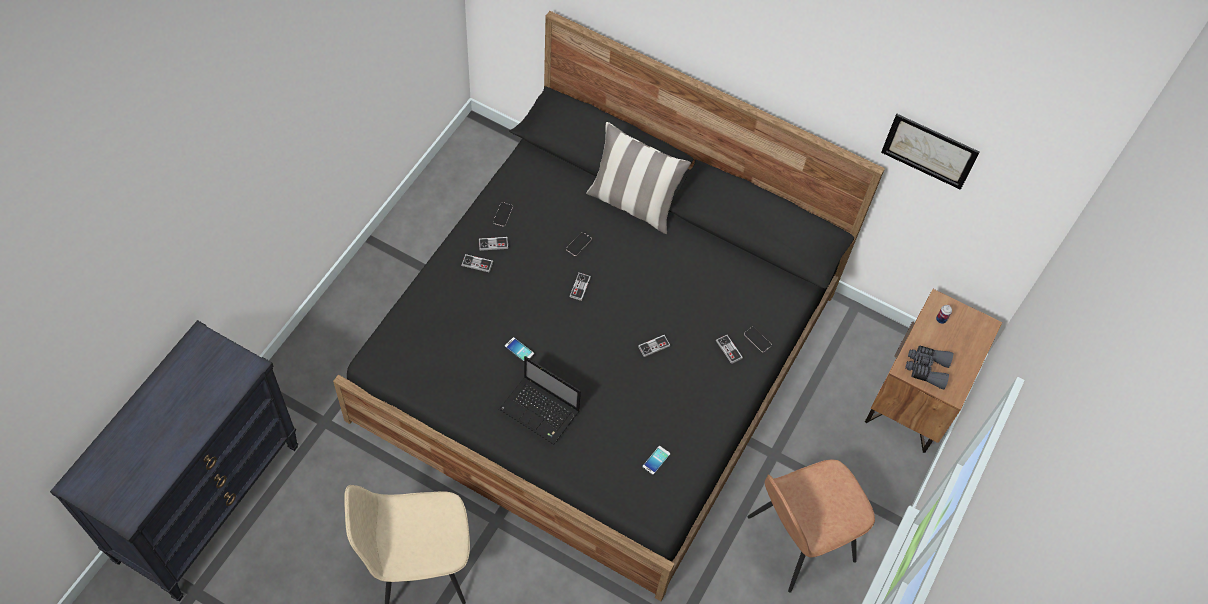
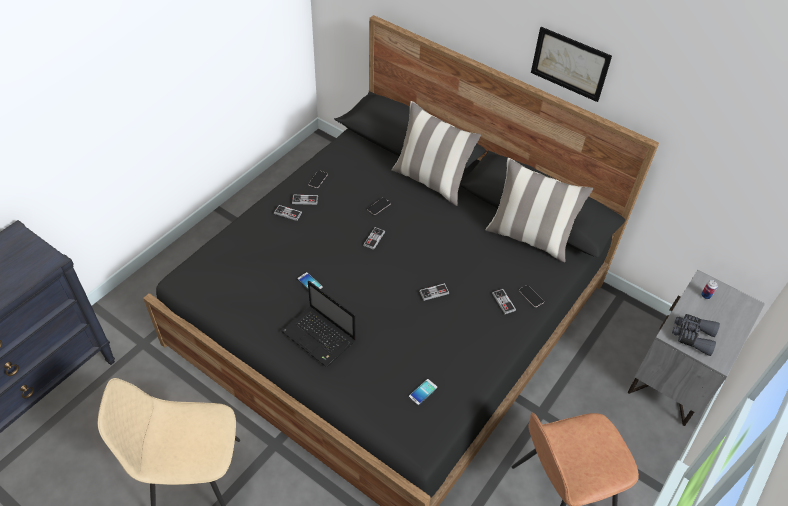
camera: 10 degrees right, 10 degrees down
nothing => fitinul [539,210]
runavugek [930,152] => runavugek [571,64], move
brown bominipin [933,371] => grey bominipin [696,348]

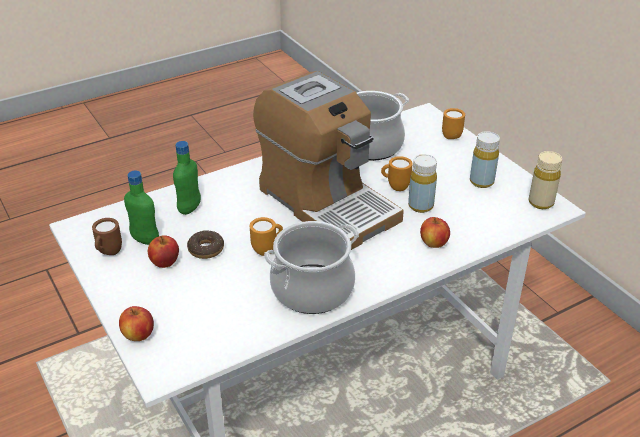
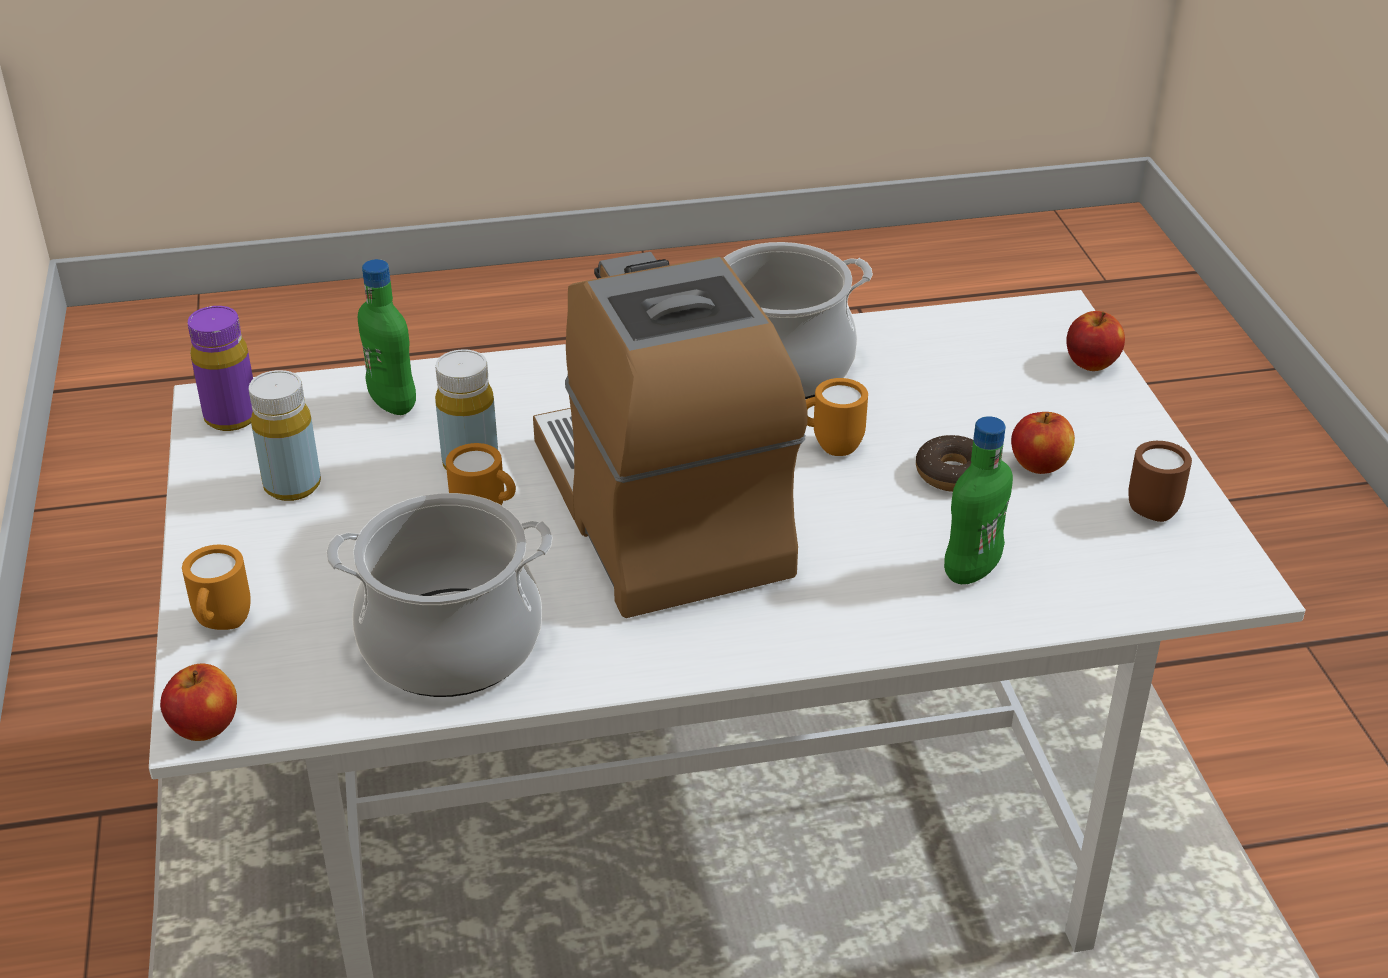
camera: 160 degrees left, 0 degrees up
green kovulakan [141,208] => green kovulakan [387,337], move
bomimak [435,232] => bomimak [198,702], move
beige kovulakan [545,180] => purple kovulakan [220,368]

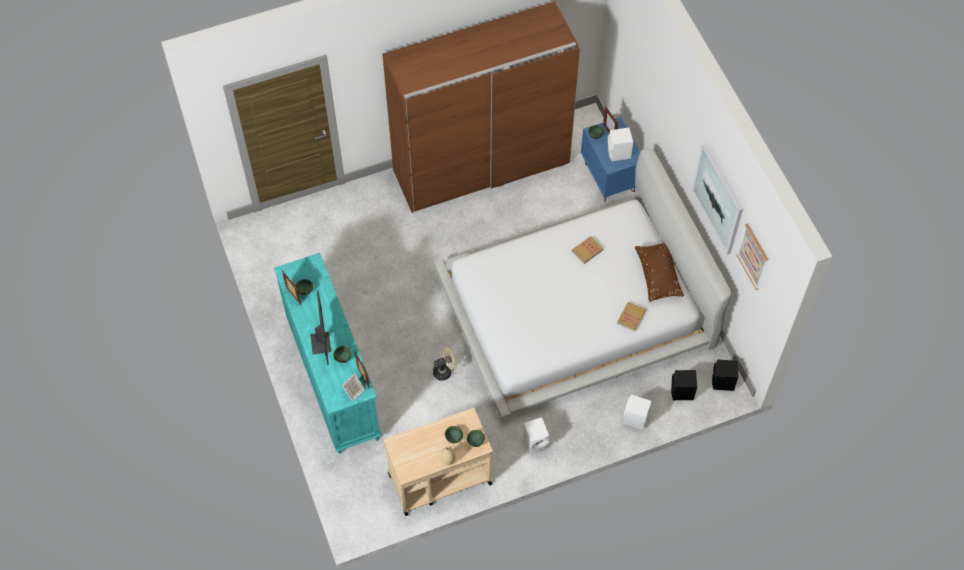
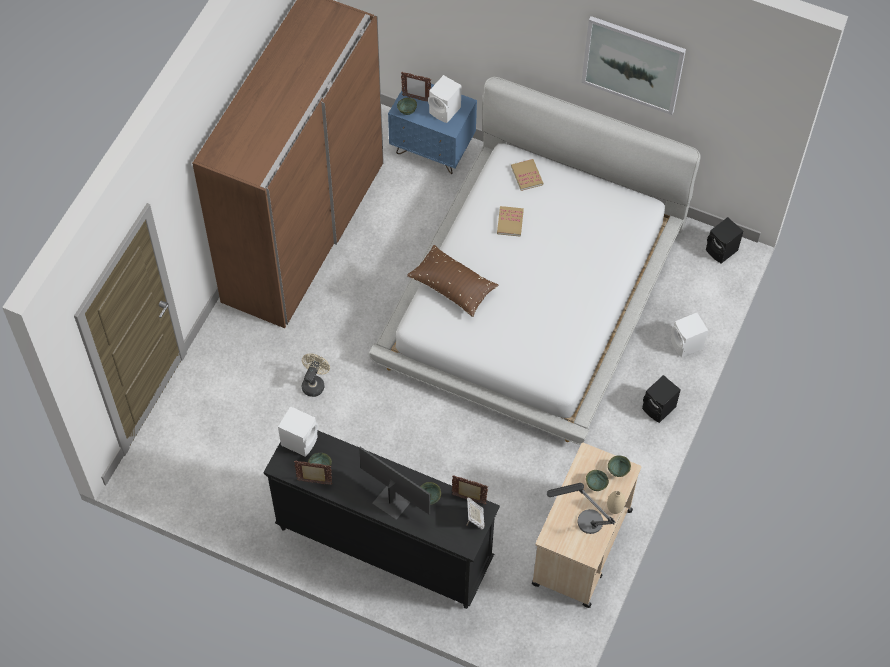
camera: 45 degrees left, 0 degrees up
runavugek [752,256] => nothing
nothing => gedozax [581,508]
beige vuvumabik [445,364] => beige vuvumabik [316,375], move
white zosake [536,435] => white zosake [298,431], move
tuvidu [631,316] => tuvidu [527,175], move
brown fitinul [659,272] => brown fitinul [452,281], move
black zosake [684,385] => black zosake [661,399], move
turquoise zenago [328,353] => black zenago [382,520]

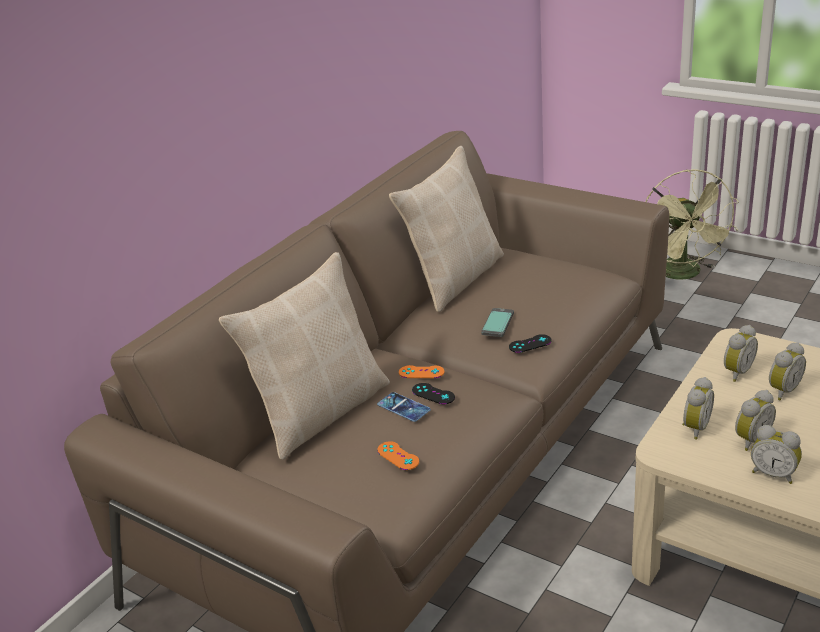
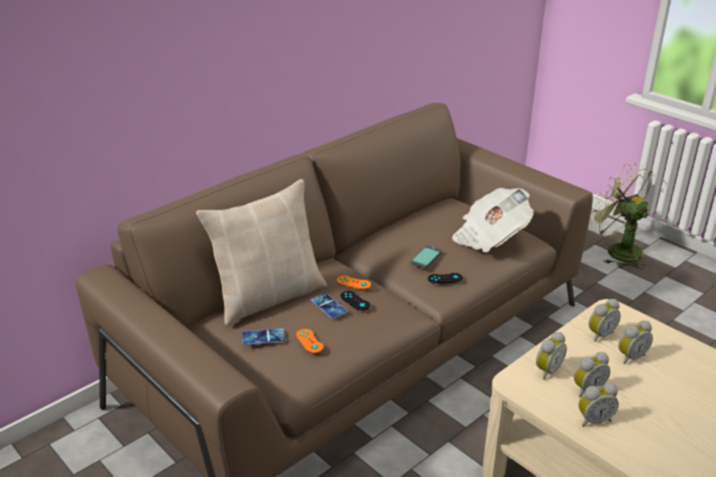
camera: 10 degrees right, 0 degrees up
beige fitinul [446,229] => nothing
nothing => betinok [263,336]
nothing => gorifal [492,220]
green vuvumabik [692,224] => green vuvumabik [621,216], 135 degrees clockwise
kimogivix [776,454] => kimogivix [598,405], 60 degrees counterclockwise

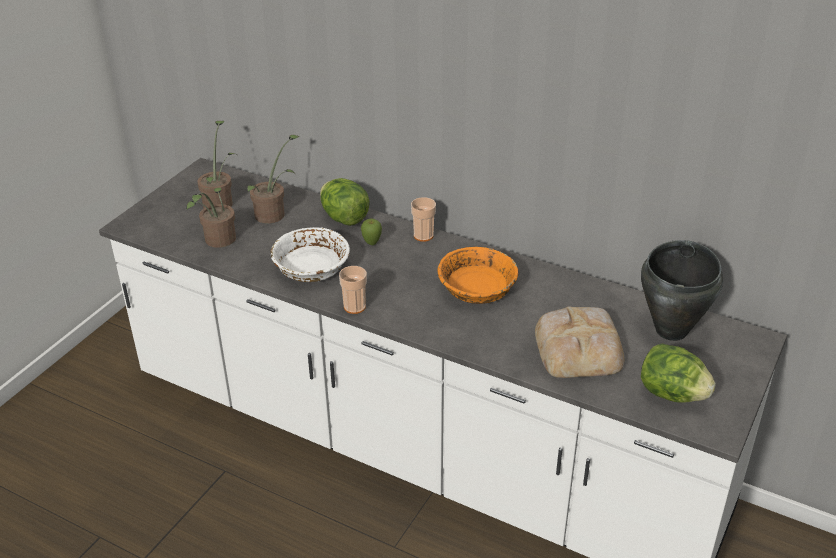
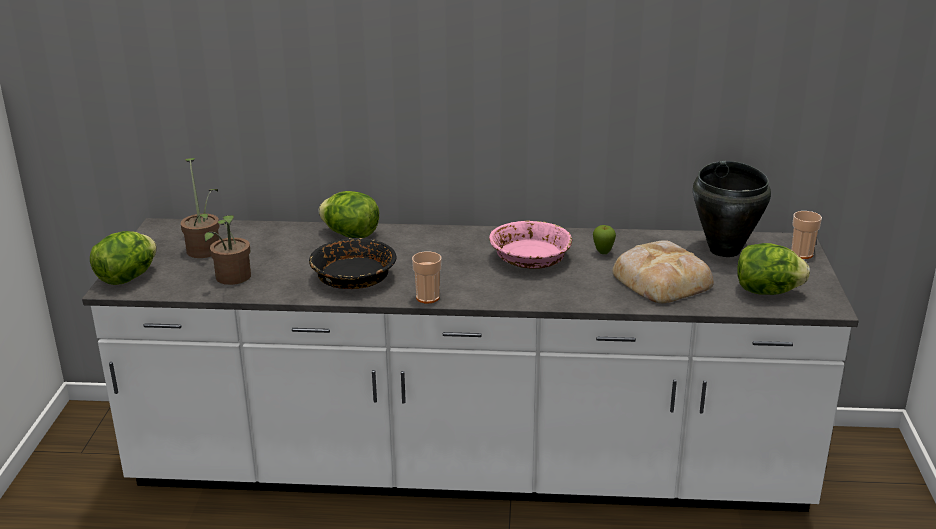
camera: 25 degrees left, 10 degrees down
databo [273,179] => nothing
nothing => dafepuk [123,258]
bomimak [371,231] => bomimak [604,239], move
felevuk [423,219] => felevuk [806,235], move
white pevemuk [310,254] => black pevemuk [352,263]
orange pevemuk [478,275] => pink pevemuk [530,244]

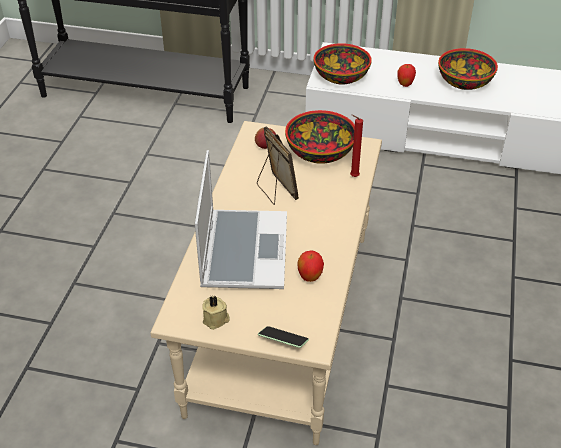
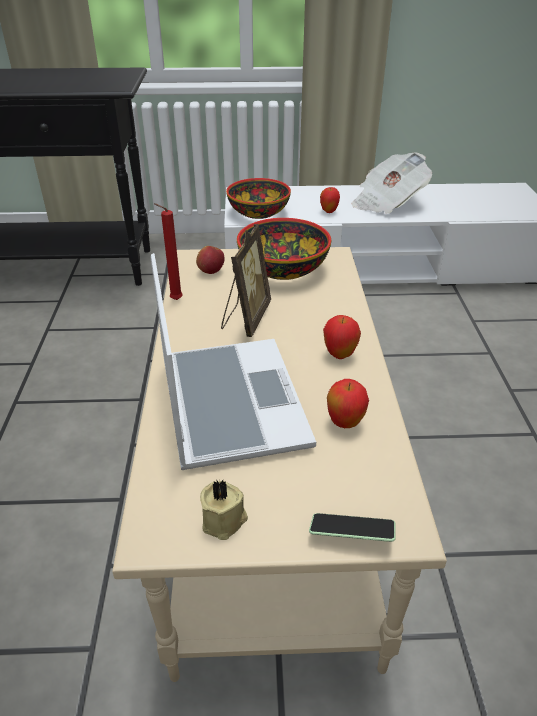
camera: 15 degrees left, 5 degrees down
nothing => bomimak [342,337]
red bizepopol [356,146] => red bizepopol [168,251], move
pevemuk [468,69] => gorifal [392,183]
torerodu [278,165] => torerodu [246,280], 60 degrees clockwise

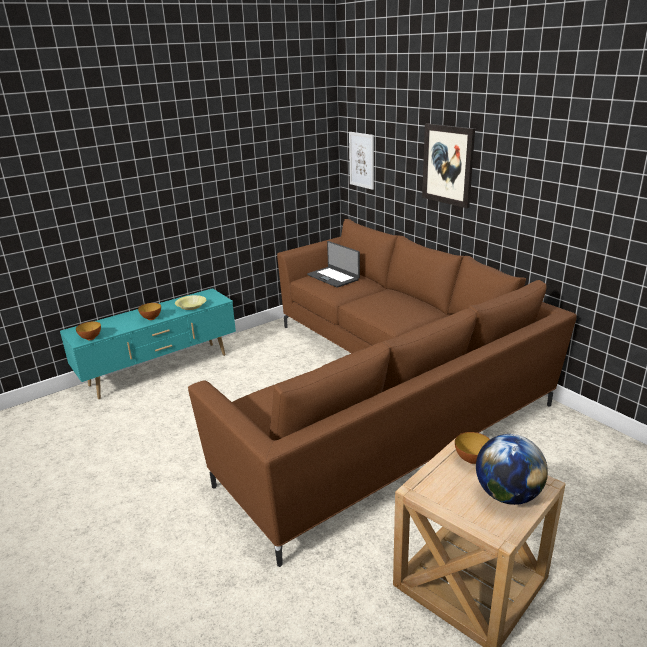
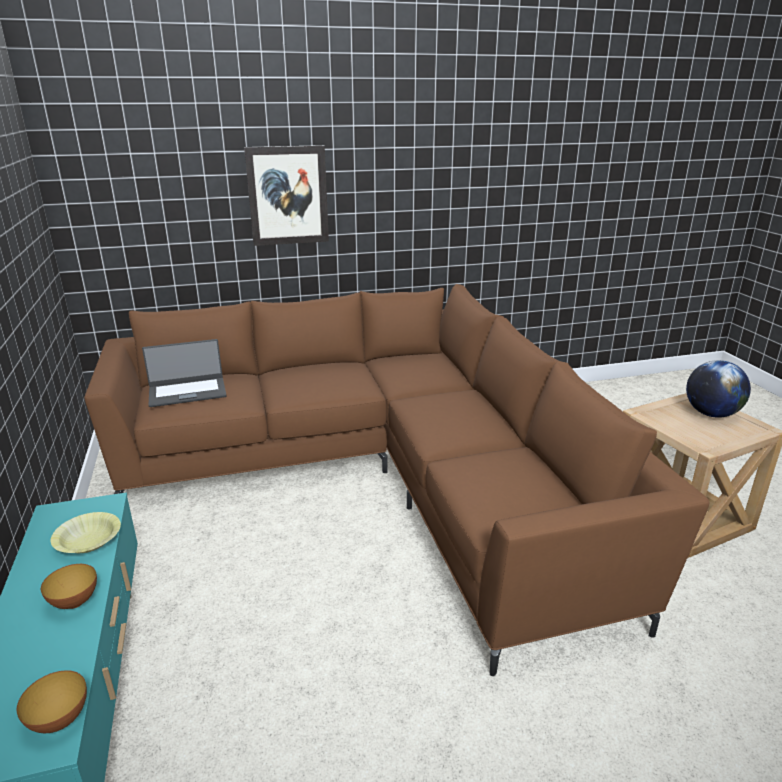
camera: 70 degrees left, 0 degrees up
runavugek [361,161] => nothing
pevemuk [472,448] => nothing

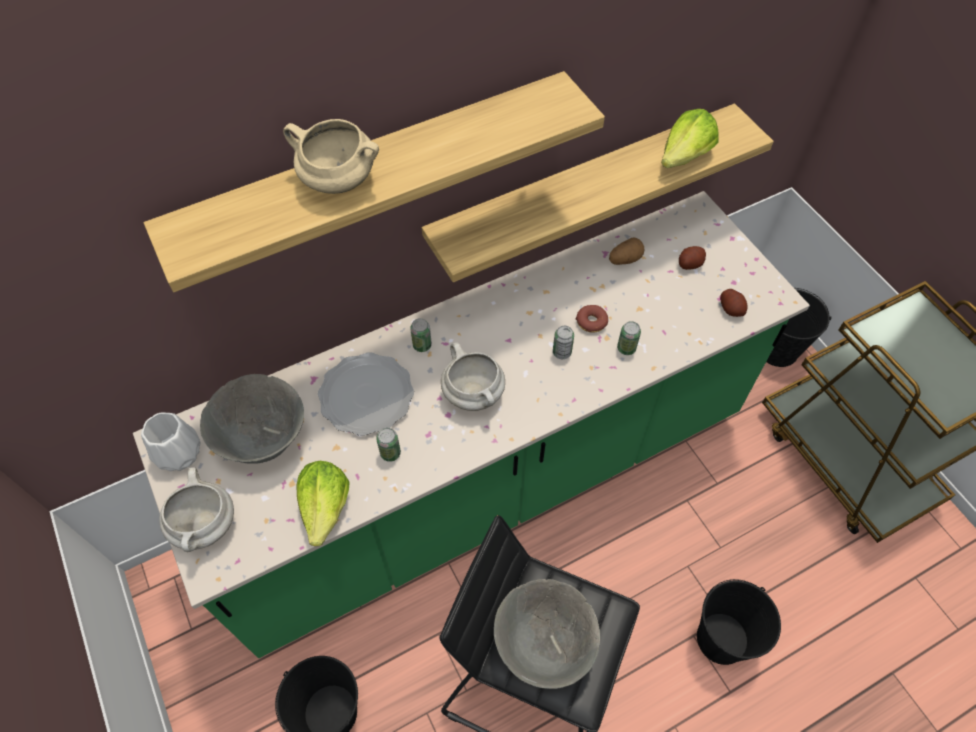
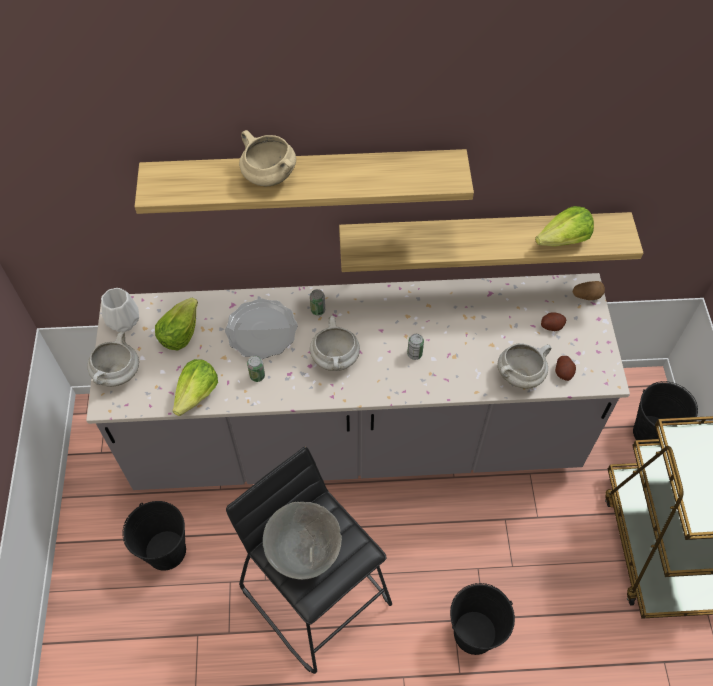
camera: 25 degrees right, 0 degrees up
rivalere [592,319] => nothing
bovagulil [629,338] => nothing
nothing => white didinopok [524,366]
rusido [626,251] => rusido [589,290], move
grey pevemuk [252,419] => dafepuk [176,324]
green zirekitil [471,424] => grey zirekitil [358,381]

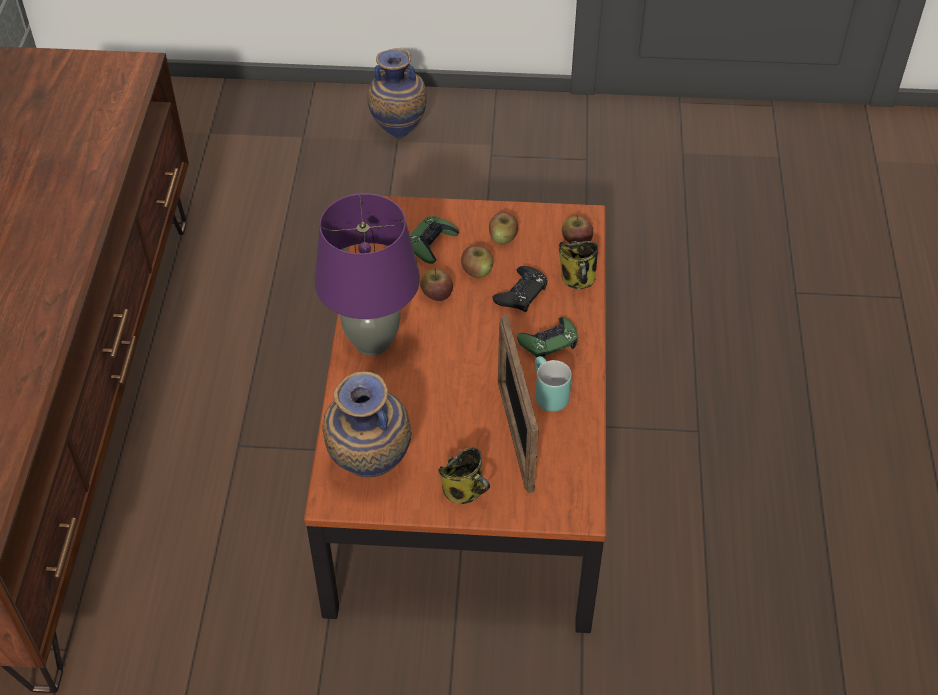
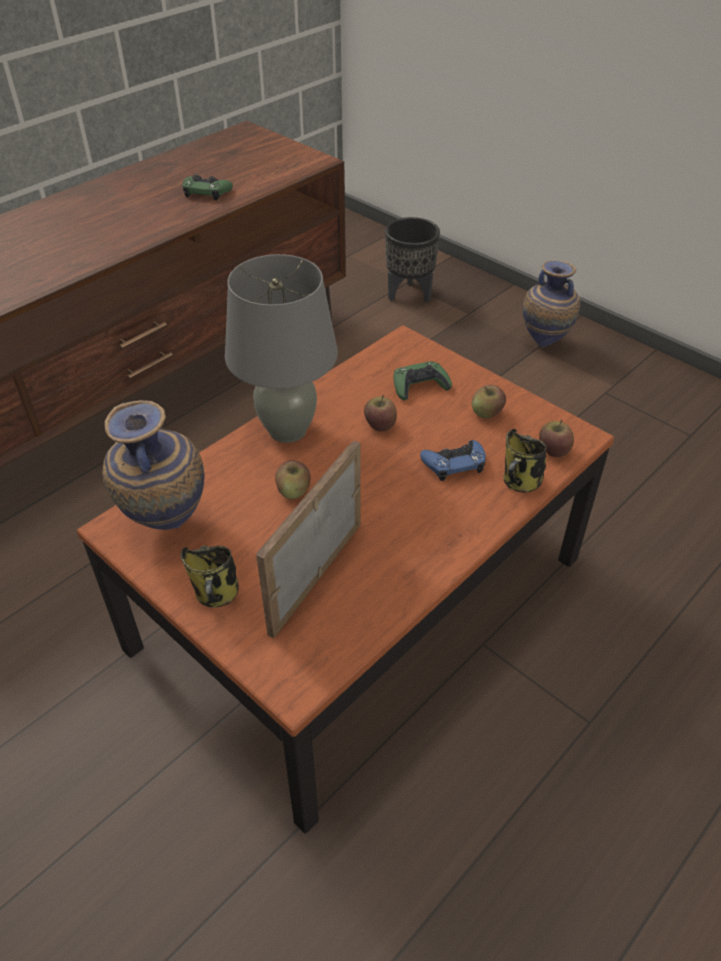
camera: 40 degrees right, 5 degrees down
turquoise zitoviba [553,384] => nothing
nothing => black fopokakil [412,259]
bomimak [477,261] => bomimak [293,479], move
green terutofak [547,337] => green terutofak [207,187], move
purple gedozax [367,274] => grey gedozax [281,348]
black terutofak [520,289] => blue terutofak [453,460]

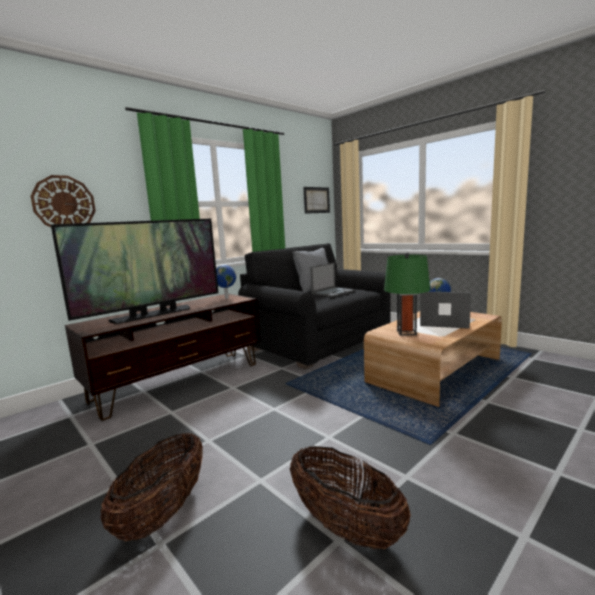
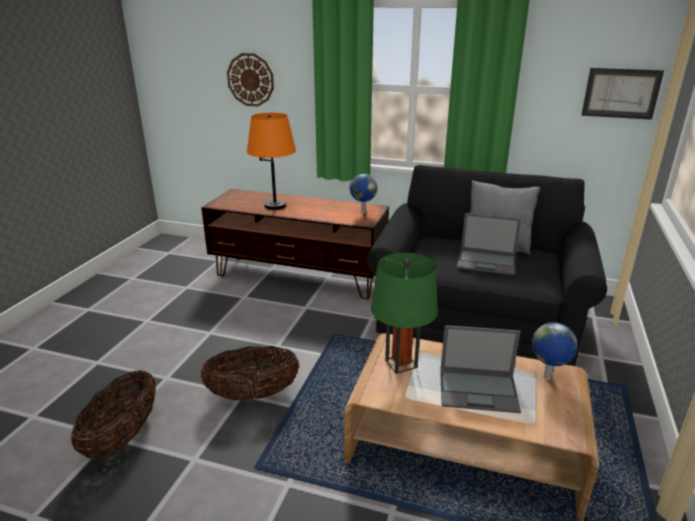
camera: 60 degrees right, 15 degrees up
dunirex [151,487] => dunirex [250,373], move
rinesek [134,271] => orange gedozax [271,161]
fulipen [445,310] => fulipen [480,369], 105 degrees clockwise

